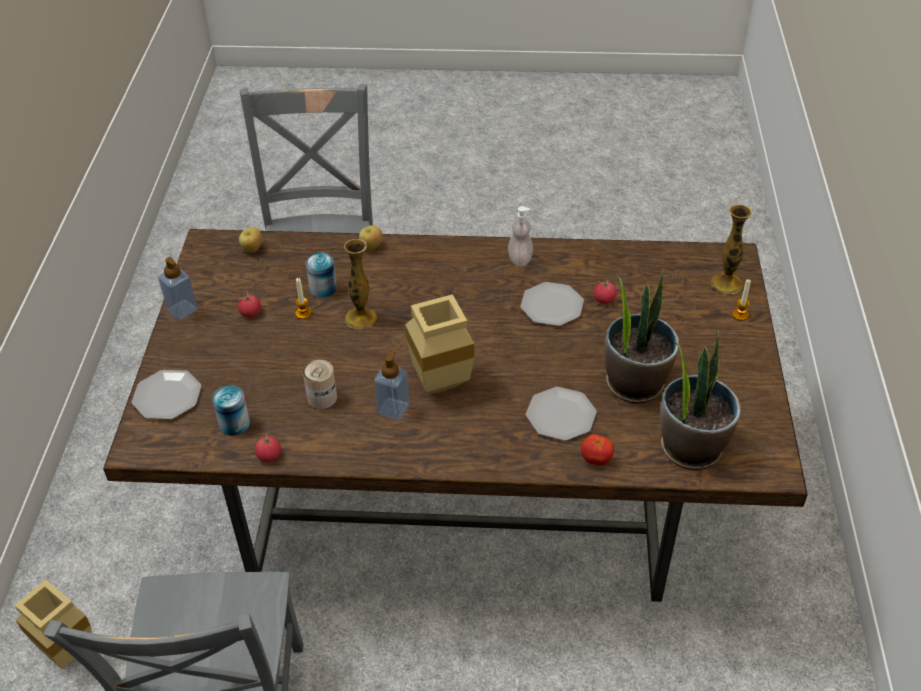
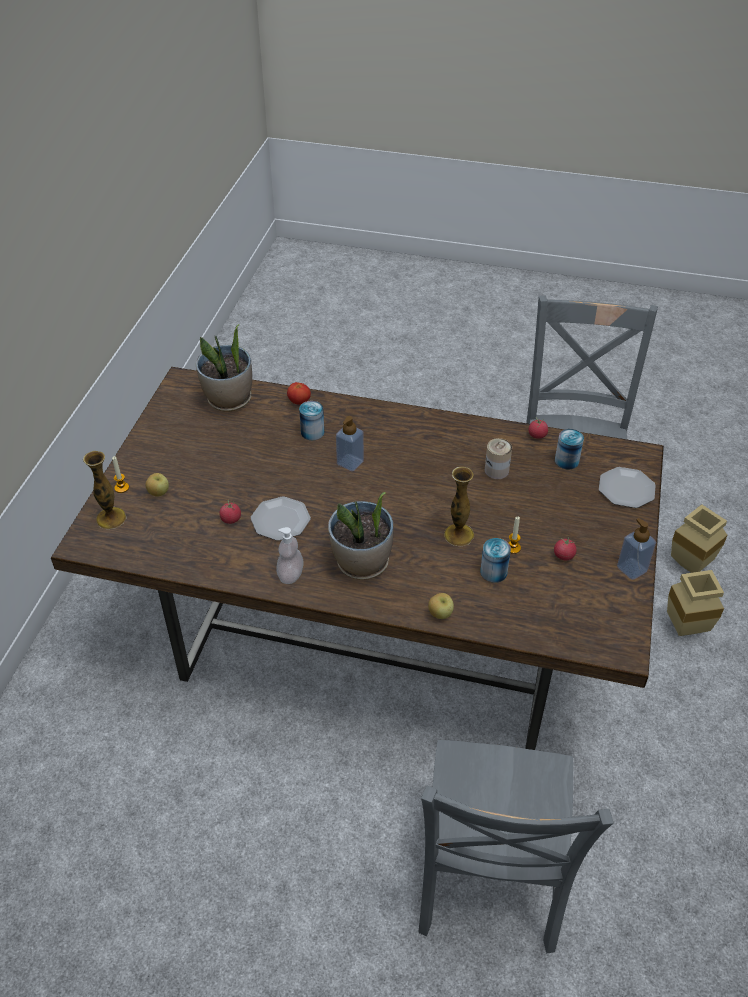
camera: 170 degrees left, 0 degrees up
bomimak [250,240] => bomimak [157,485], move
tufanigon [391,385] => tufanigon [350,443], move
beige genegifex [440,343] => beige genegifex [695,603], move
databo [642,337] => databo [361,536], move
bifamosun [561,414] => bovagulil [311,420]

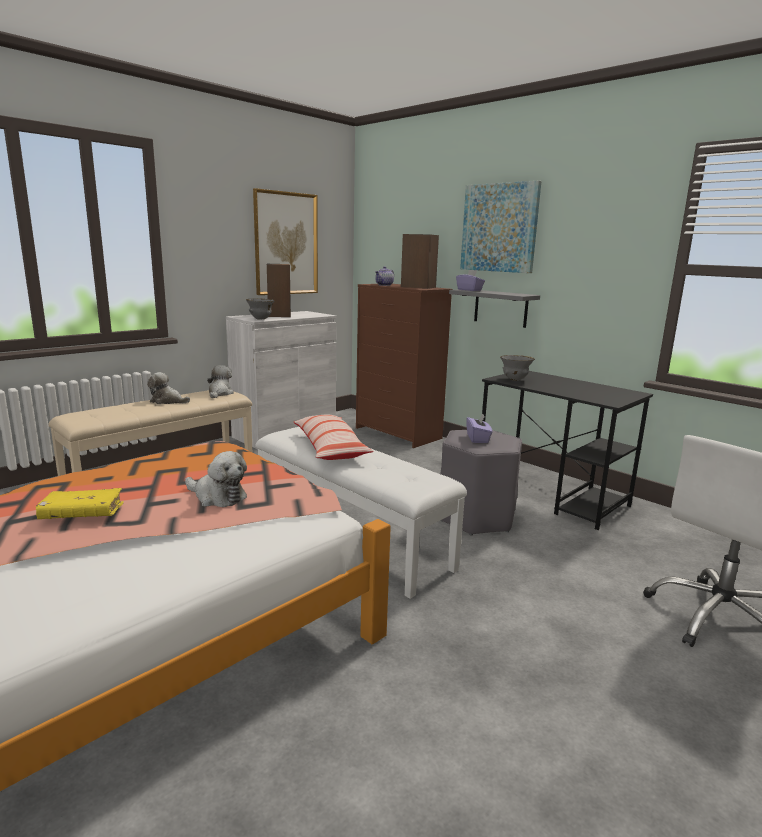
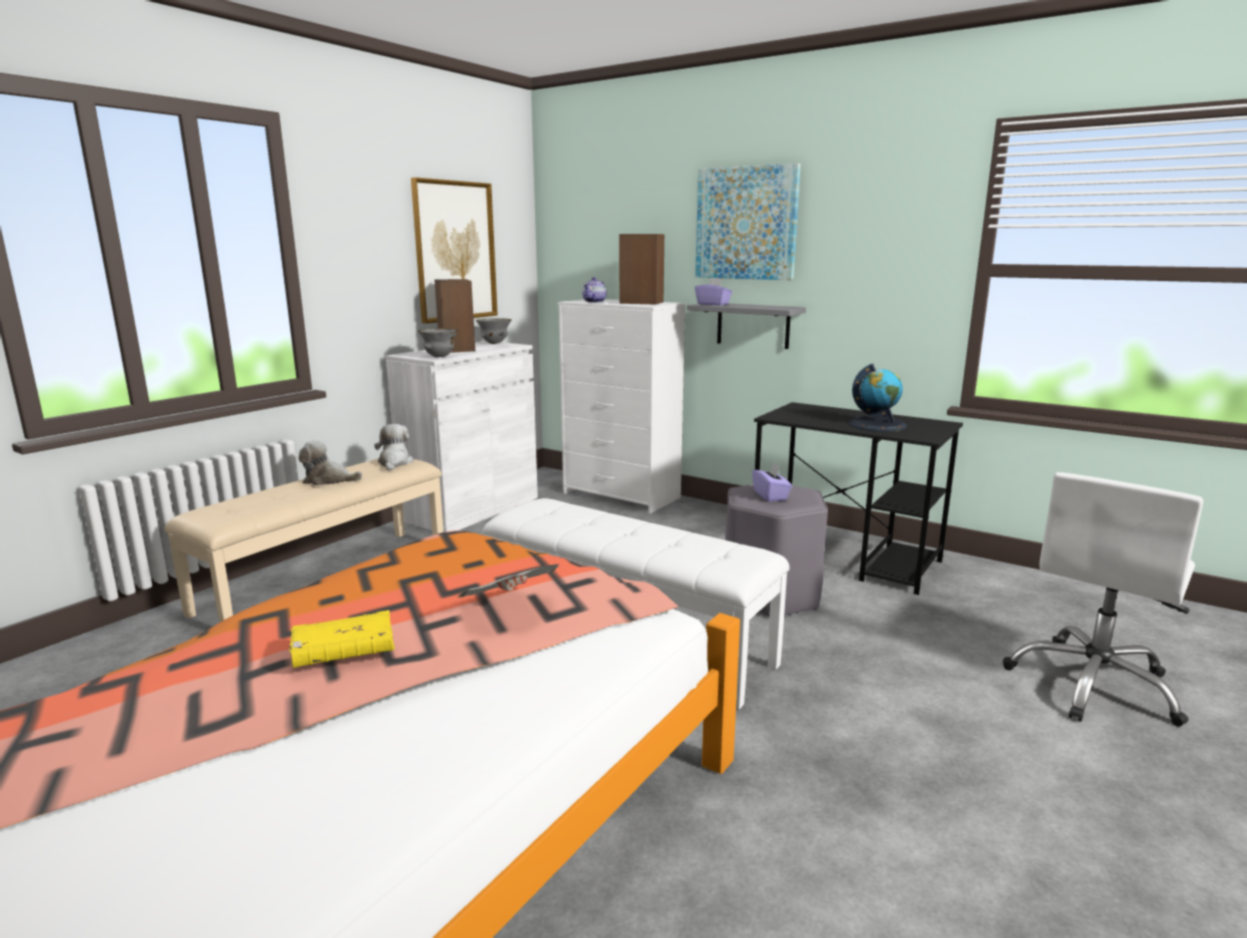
camera: 10 degrees left, 0 degrees up
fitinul [334,437] => nothing
nothing => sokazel [878,398]
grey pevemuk [517,368] => grey pevemuk [494,331], move
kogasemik [216,479] => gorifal [509,581]
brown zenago [404,366] => white zenago [622,406]

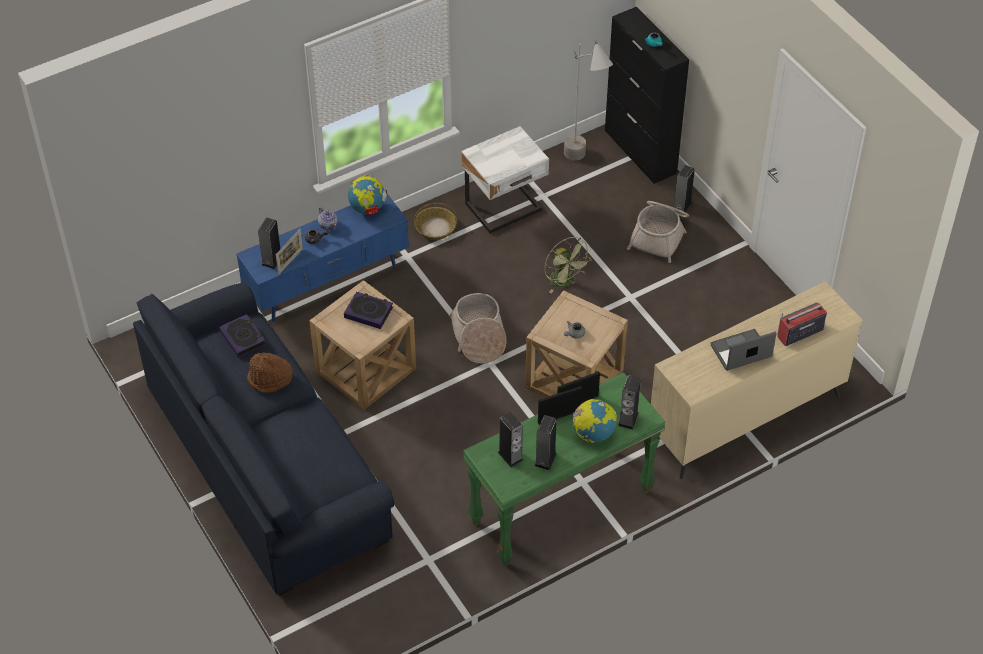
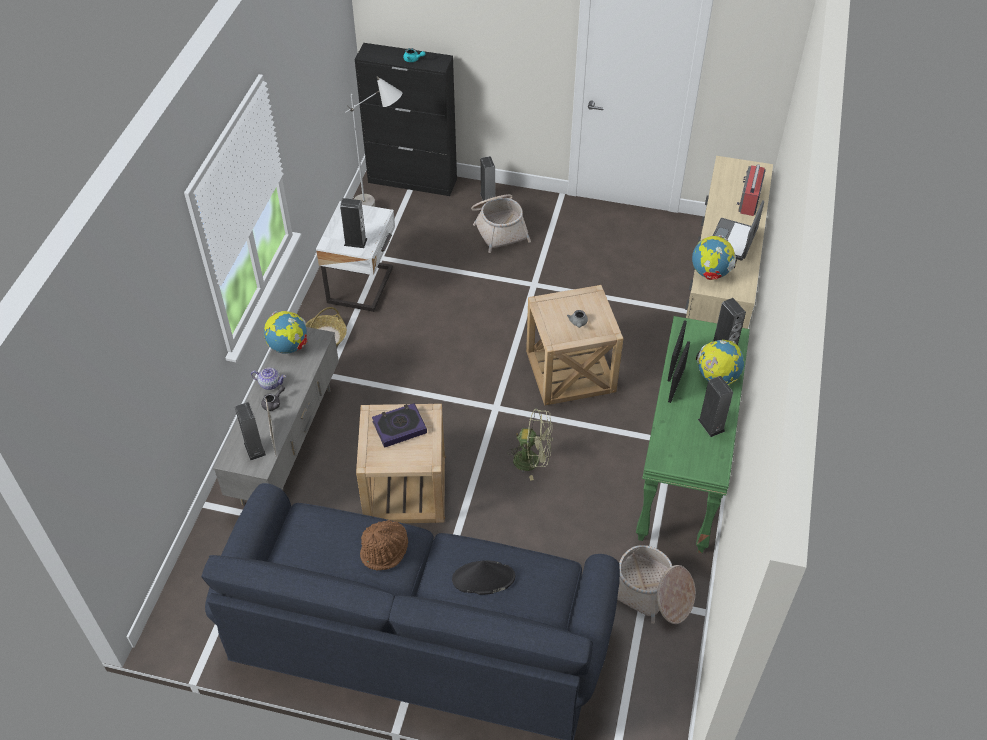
camera: 45 degrees left, 0 degrees up
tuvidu [242,336] => nothing
nothing => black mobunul [483,577]
nothing => sokazel [714,257]
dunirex [477,328] => dunirex [656,584], move
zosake [510,439] => zosake [353,223], move
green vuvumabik [568,265] => green vuvumabik [530,444], move
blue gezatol [322,258] => grey gezatol [276,416]

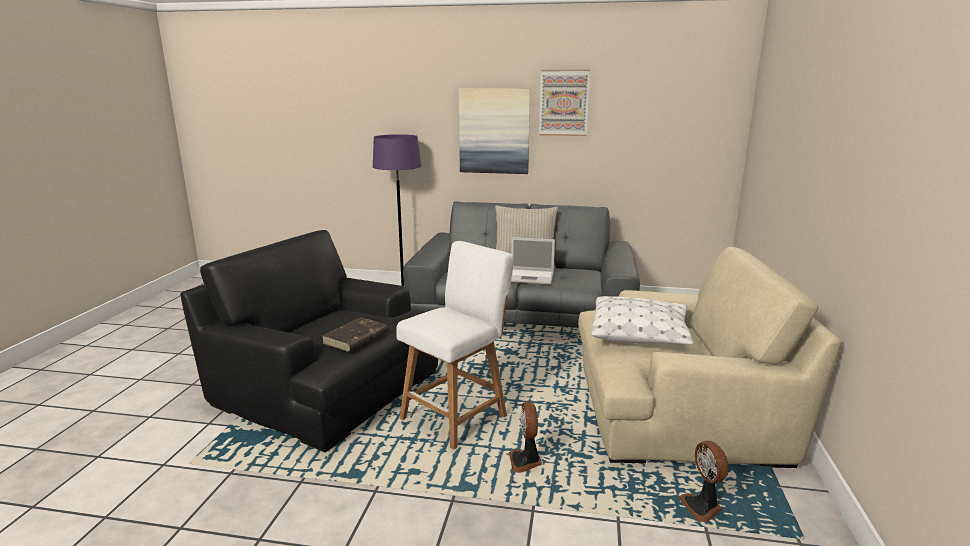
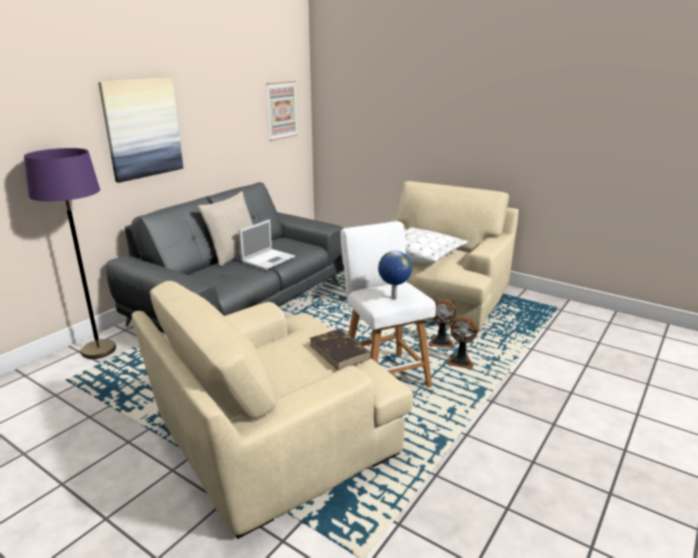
camera: 65 degrees left, 5 degrees up
nothing => sokazel [395,275]
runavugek [564,103] => runavugek [282,111], move
vuvumabik [703,481] => vuvumabik [442,324], move
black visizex [309,341] => beige visizex [272,410]

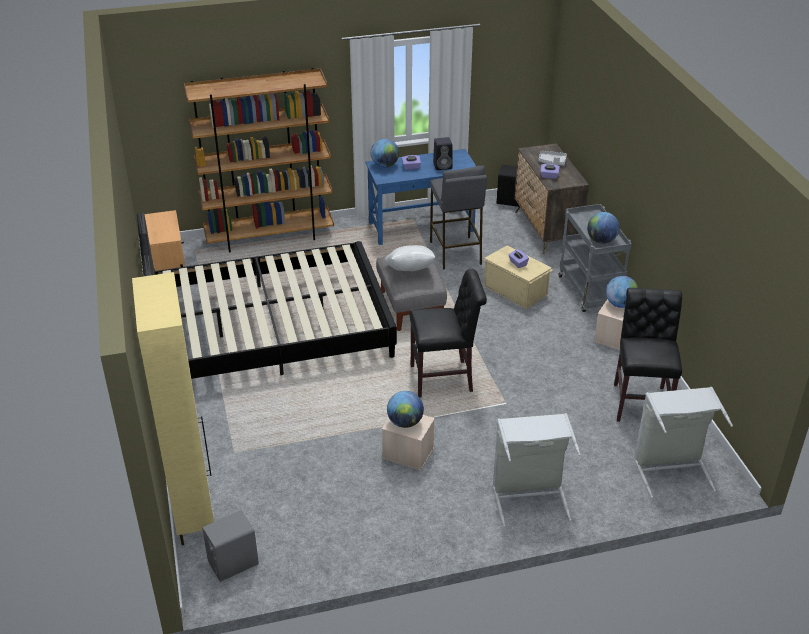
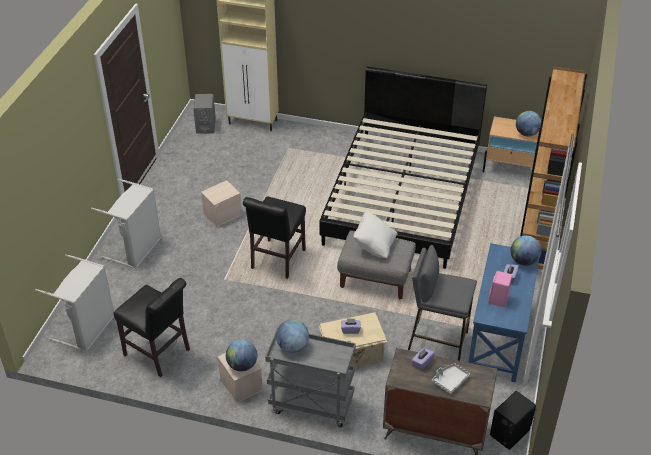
camera: 120 degrees right, 5 degrees up
sokazel [405,409] => sokazel [528,123], move
black zosake [443,153] => pink zosake [500,289]

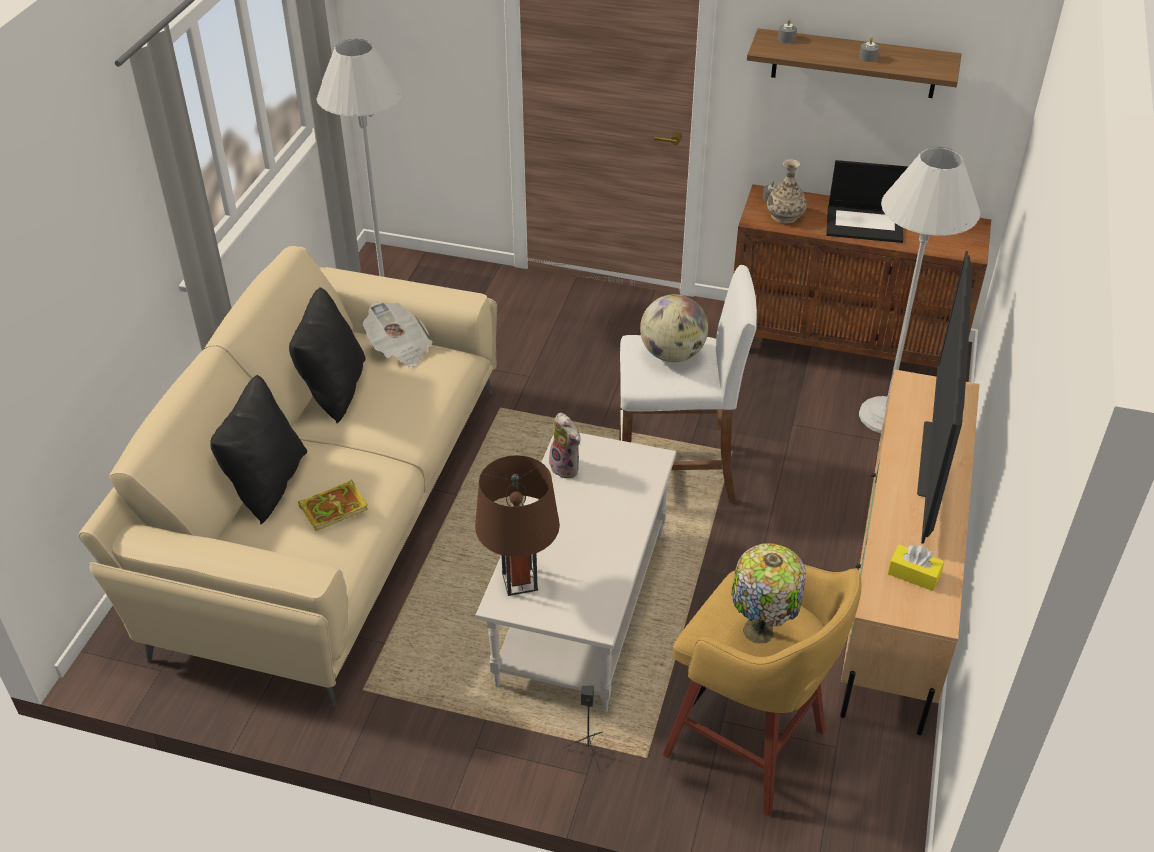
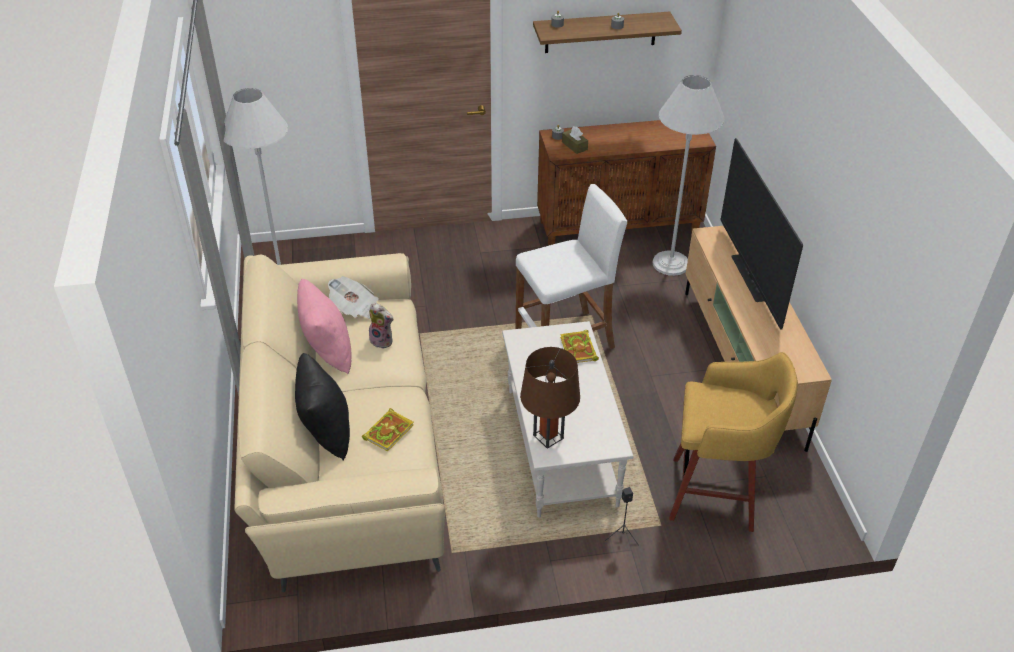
camera: 25 degrees left, 0 degrees up
sokazel [674,328] => nothing
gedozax [768,593] => nothing
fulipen [867,201] => nothing
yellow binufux [916,568] => nothing
nothing => tuvidu [579,346]
kogasemik [564,446] => kogasemik [381,326], move
genegifex [787,191] => brown binufux [575,140]
black fitinul [327,355] => pink fitinul [324,326]

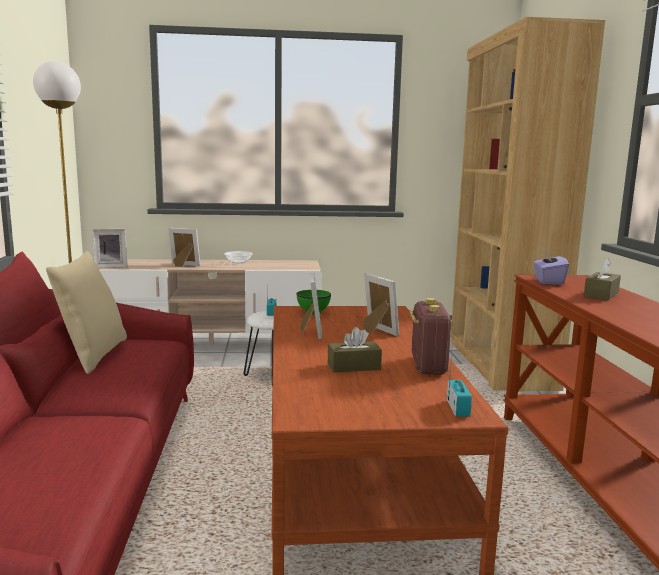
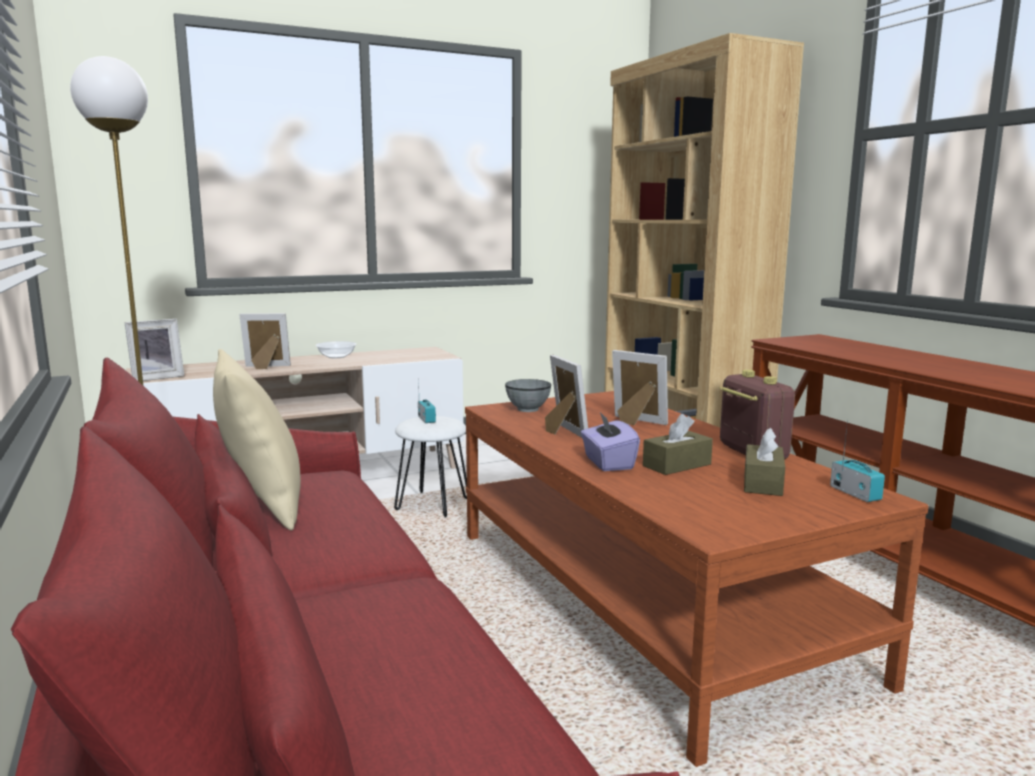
camera: 20 degrees left, 0 degrees up
purple binufux [551,267] => purple binufux [610,441], move
brown binufux [602,279] => brown binufux [764,462], move
green pevemuk [314,302] => grey pevemuk [528,395]

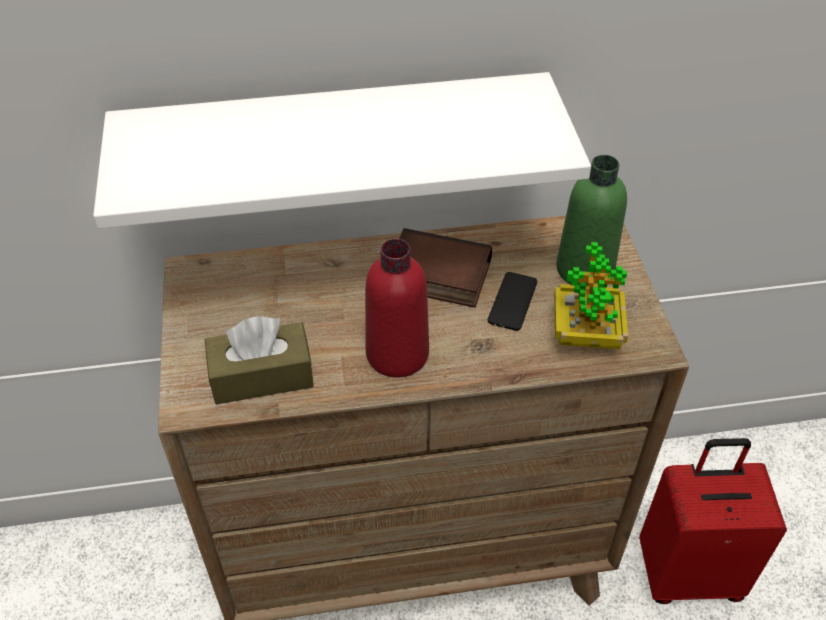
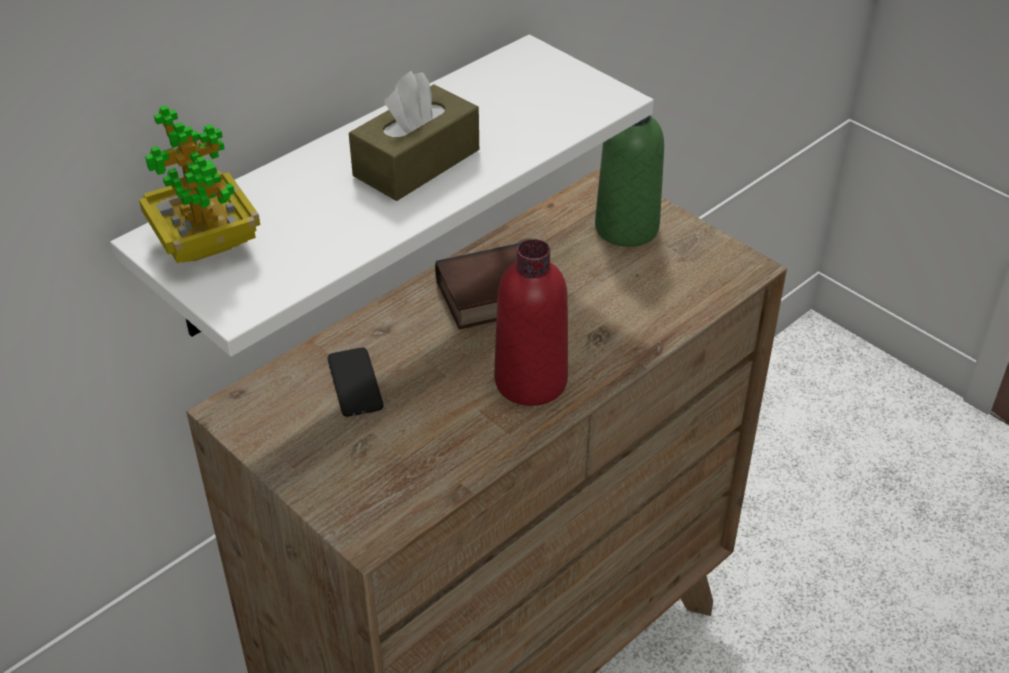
camera: 35 degrees left, 5 degrees down
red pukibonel [713,521] => nothing
brown binufux [259,360] => brown binufux [414,136], move
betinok [512,301] => betinok [356,382], move
databo [591,295] => databo [199,184], move

